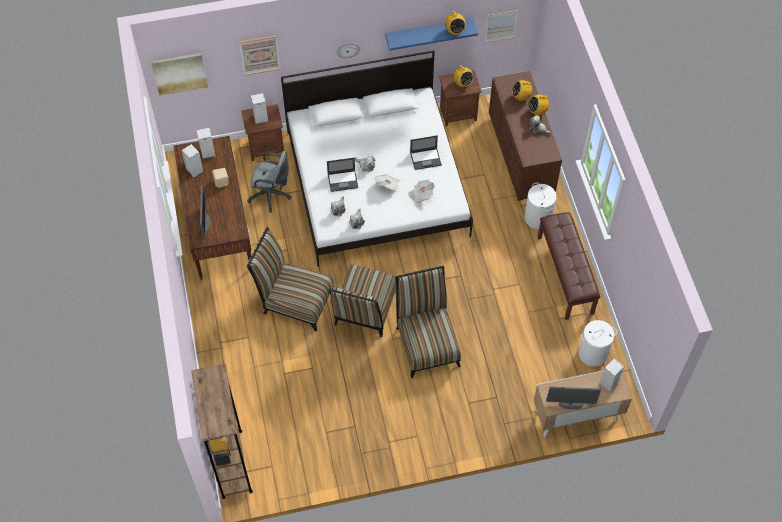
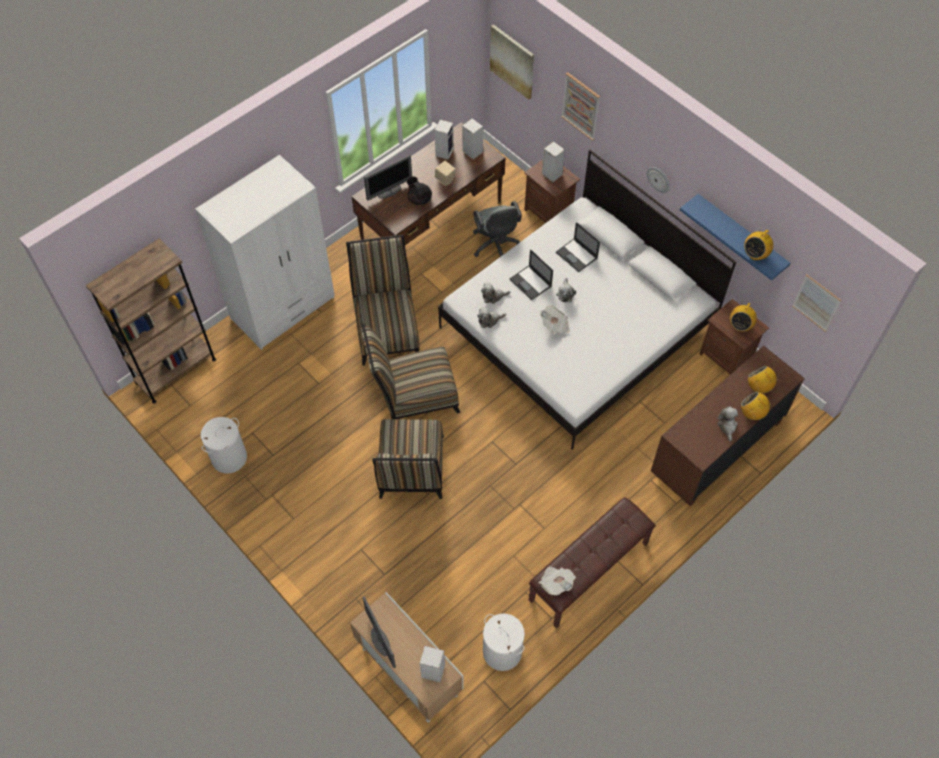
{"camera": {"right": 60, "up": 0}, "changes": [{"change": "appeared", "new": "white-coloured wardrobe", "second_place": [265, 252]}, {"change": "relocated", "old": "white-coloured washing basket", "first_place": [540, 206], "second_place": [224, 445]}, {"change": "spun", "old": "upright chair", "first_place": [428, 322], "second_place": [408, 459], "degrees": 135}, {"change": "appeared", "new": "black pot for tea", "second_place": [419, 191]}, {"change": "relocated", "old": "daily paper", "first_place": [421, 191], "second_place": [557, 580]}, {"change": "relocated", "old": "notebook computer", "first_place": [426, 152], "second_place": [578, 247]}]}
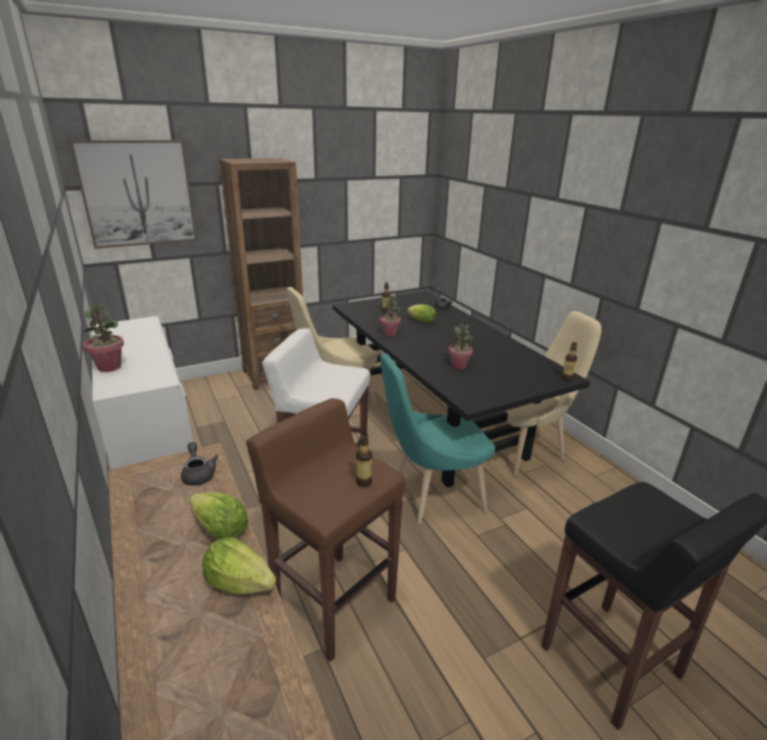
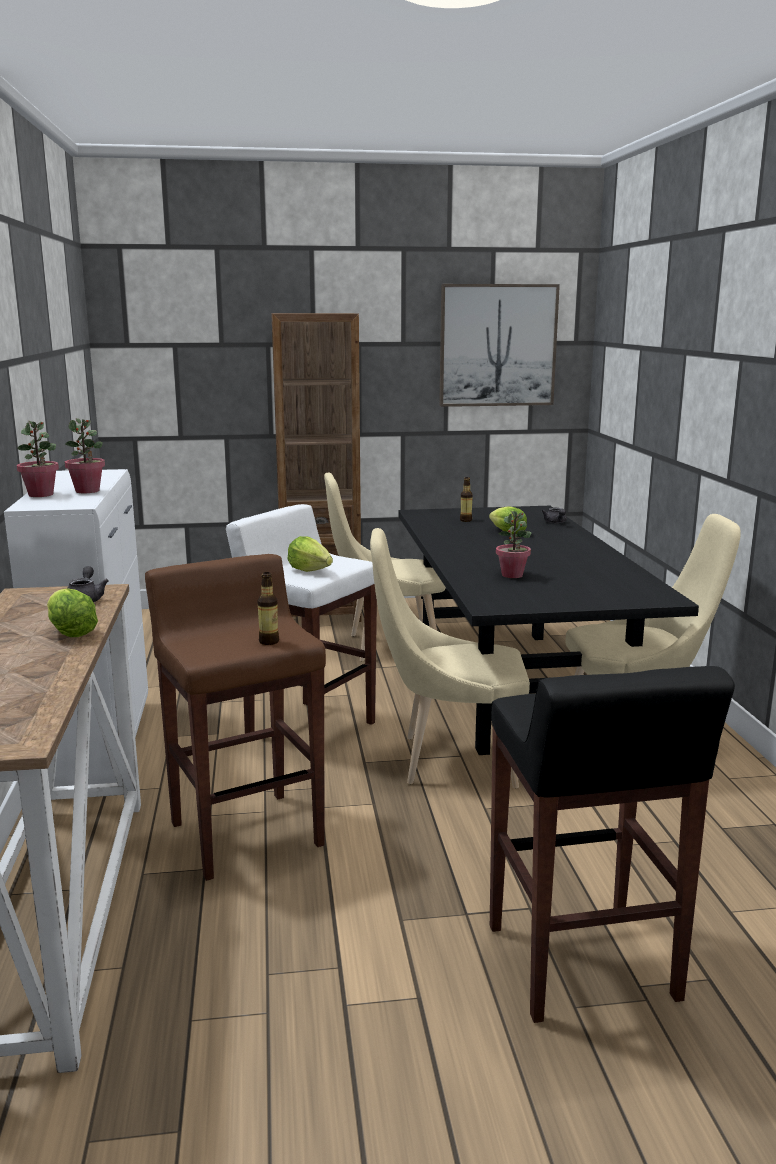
{"camera": {"right": 20, "up": -10}, "changes": [{"change": "relocated", "old": "plant in a pot", "first_place": [390, 316], "second_place": [84, 455]}, {"change": "relocated", "old": "lettuce head", "first_place": [239, 566], "second_place": [310, 554]}, {"change": "colour", "old": "turquoise upright chair", "new": "sand-coloured upright chair", "first_place": [437, 439], "second_place": [450, 658]}, {"change": "relocated", "old": "wall art", "first_place": [133, 194], "second_place": [499, 345]}, {"change": "missing", "old": "bottle", "first_place": [569, 361]}]}
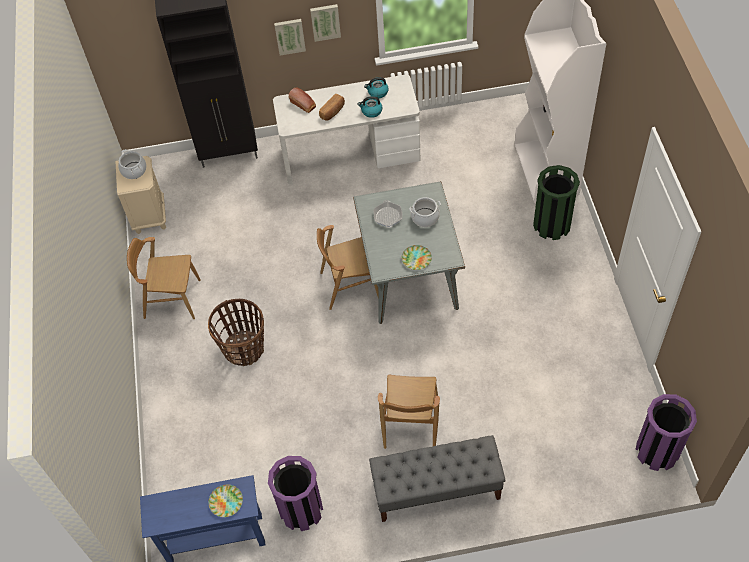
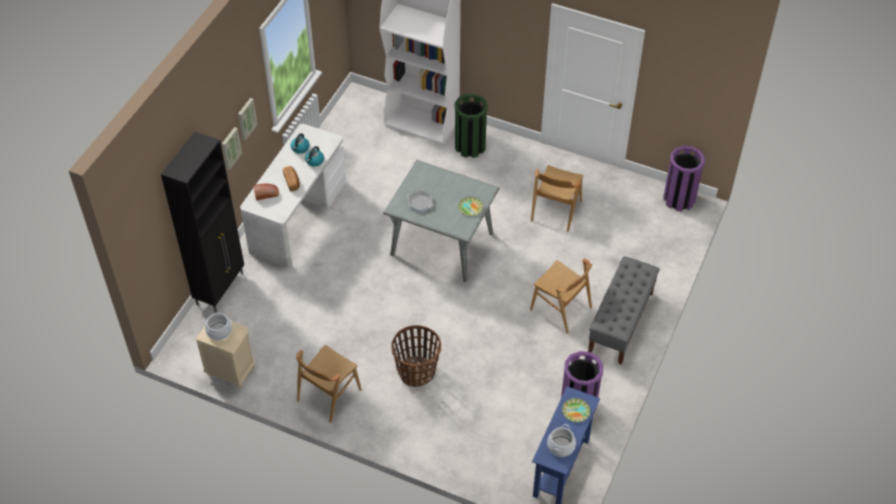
{"camera": {"right": -60, "up": -5}, "changes": [{"change": "relocated", "old": "brown-coloured upright chair", "first_place": [347, 267], "second_place": [557, 198]}, {"change": "relocated", "old": "cooking pot", "first_place": [425, 212], "second_place": [561, 440]}]}
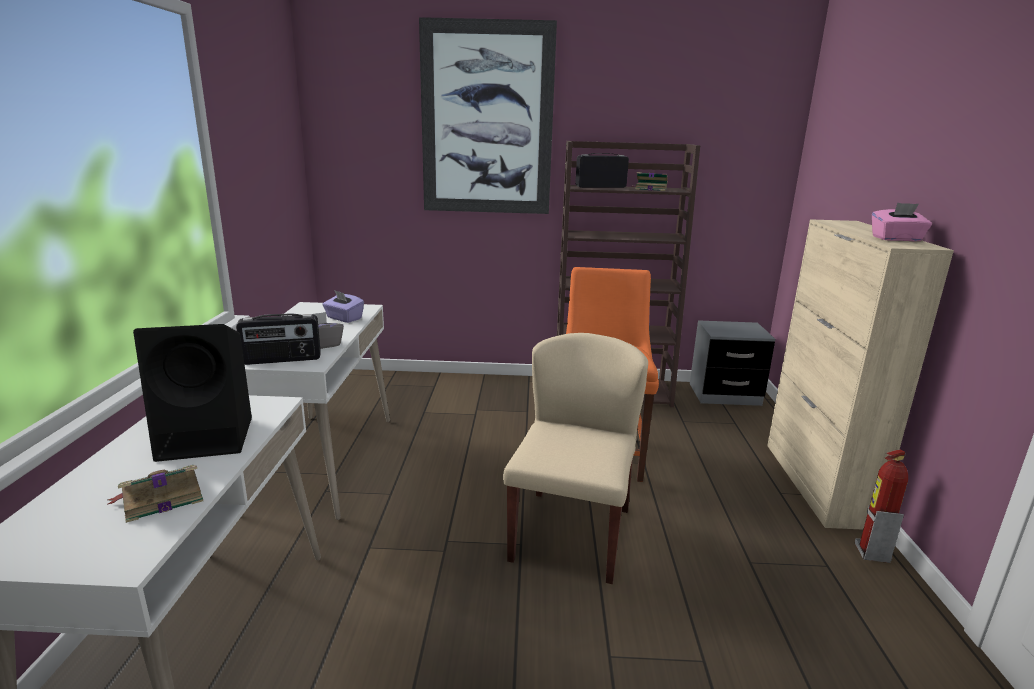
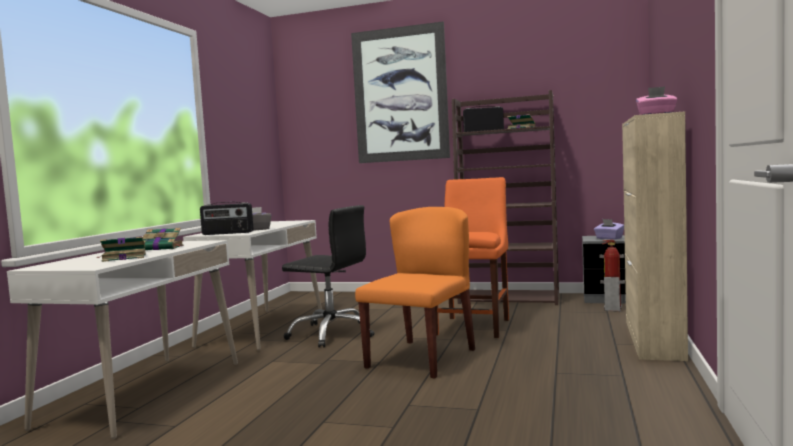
{"camera": {"right": 15, "up": -15}, "changes": [{"change": "exchanged", "old": "black loudspeaker", "new": "book", "first_place": [192, 393], "second_place": [163, 239]}, {"change": "appeared", "new": "black computer chair", "second_place": [328, 276]}, {"change": "colour", "old": "sand-coloured upright chair", "new": "orangey upright chair", "first_place": [575, 458], "second_place": [415, 293]}, {"change": "relocated", "old": "purplish tissue holder", "first_place": [343, 306], "second_place": [609, 229]}, {"change": "relocated", "old": "extinguisher", "first_place": [881, 506], "second_place": [612, 276]}]}
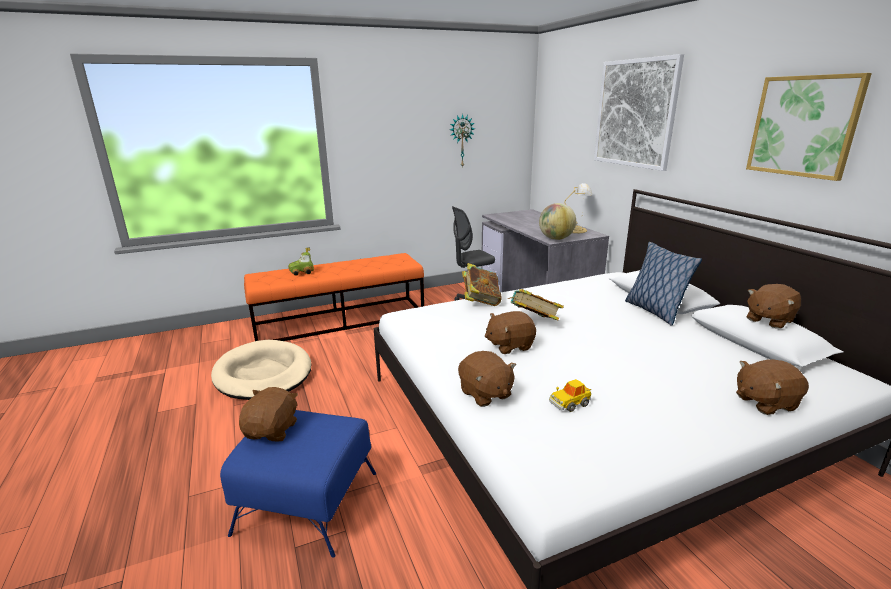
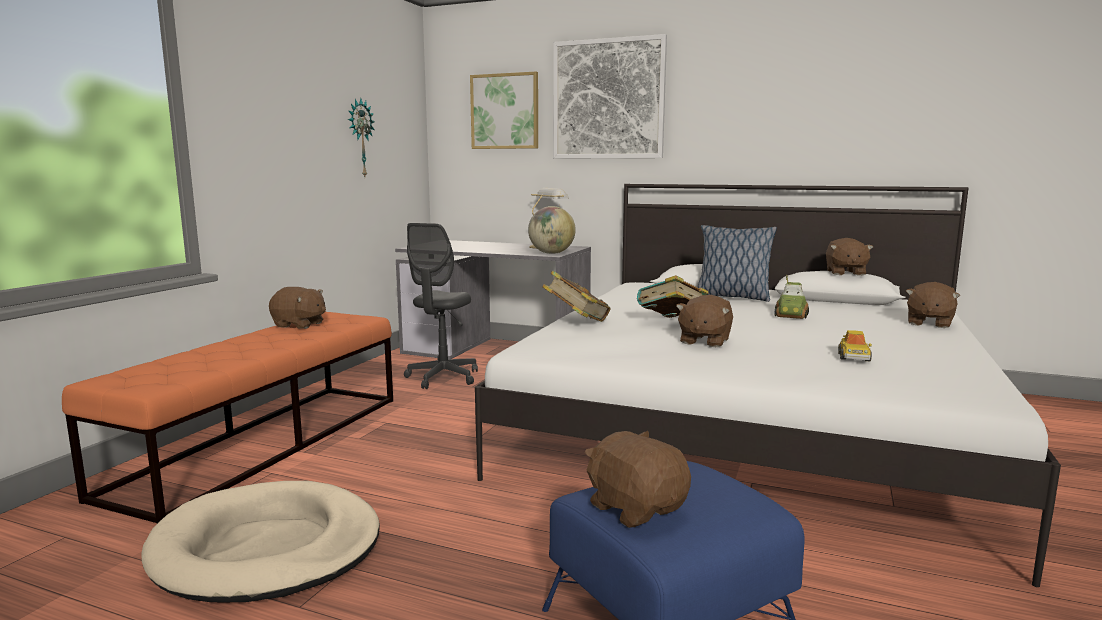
{"camera": {"right": -45, "up": -10}, "changes": [{"change": "relocated", "old": "brown-coloured soft toy", "first_place": [487, 379], "second_place": [297, 308]}, {"change": "relocated", "old": "wall art", "first_place": [809, 127], "second_place": [504, 110]}, {"change": "relocated", "old": "model car", "first_place": [301, 262], "second_place": [791, 297]}]}
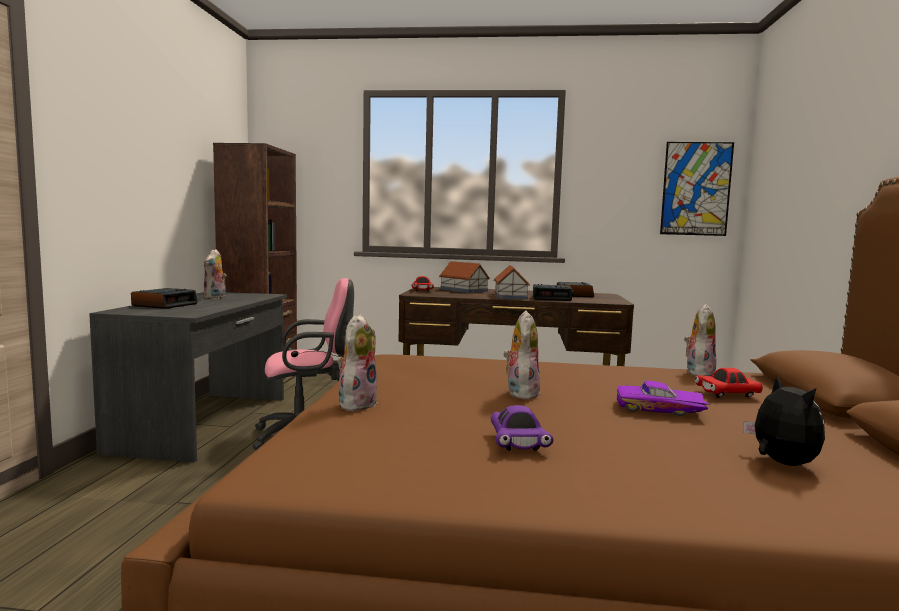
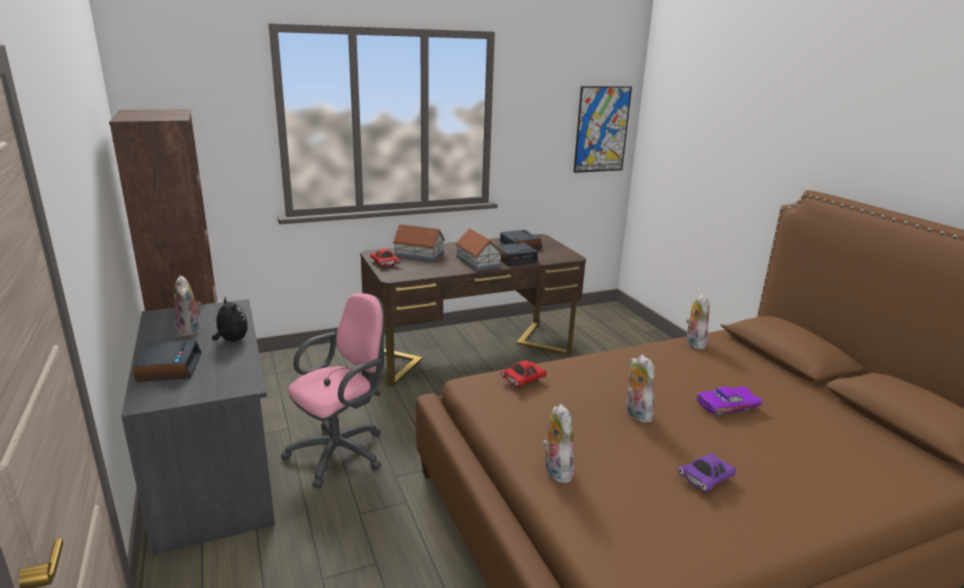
{"camera": {"right": -30, "up": 15}, "changes": [{"change": "relocated", "old": "soft toy", "first_place": [784, 421], "second_place": [230, 319]}, {"change": "relocated", "old": "red-coloured model car", "first_place": [729, 383], "second_place": [524, 373]}, {"change": "spun", "old": "purplish model car", "first_place": [522, 428], "second_place": [706, 472], "degrees": 90}]}
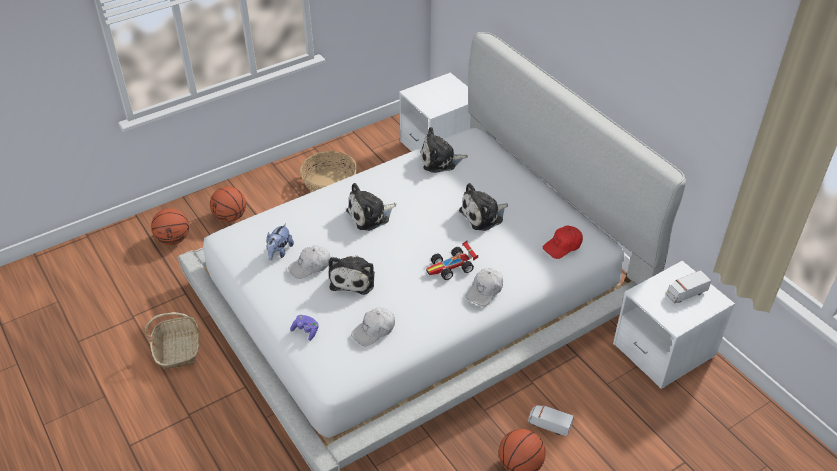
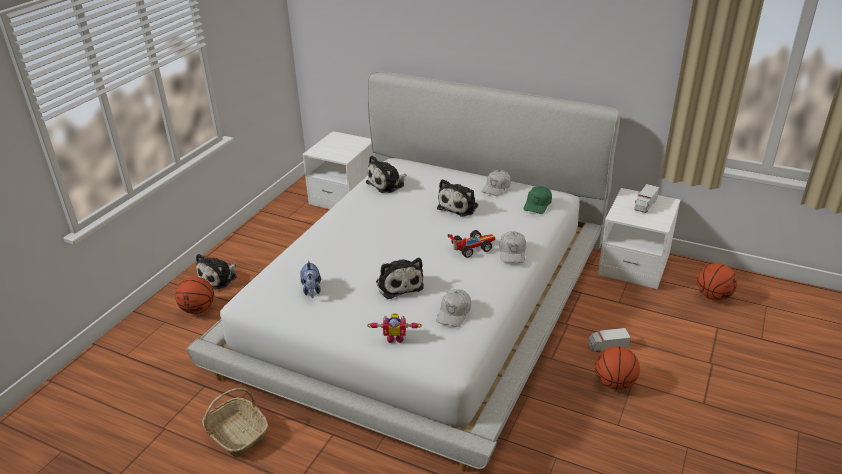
{"camera": {"right": -30, "up": -10}, "changes": [{"change": "relocated", "old": "soft toy", "first_place": [371, 207], "second_place": [216, 272]}, {"change": "exchanged", "old": "purplish joypad", "new": "robot figure", "first_place": [304, 328], "second_place": [394, 328]}, {"change": "spun", "old": "model car", "first_place": [452, 260], "second_place": [471, 244], "degrees": -150}, {"change": "relocated", "old": "white-coloured cap", "first_place": [309, 262], "second_place": [496, 183]}, {"change": "colour", "old": "red-coloured cap", "new": "green cap", "first_place": [563, 242], "second_place": [538, 200]}, {"change": "relocated", "old": "ball for basketball", "first_place": [170, 226], "second_place": [717, 282]}, {"change": "missing", "old": "storage basket", "first_place": [328, 171]}]}
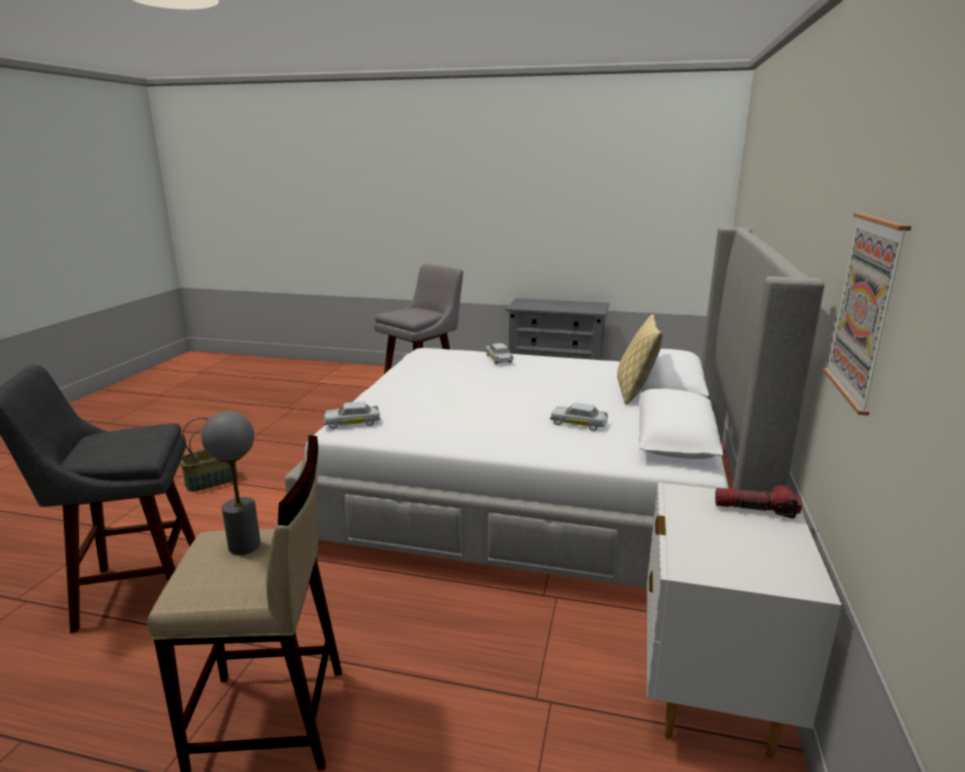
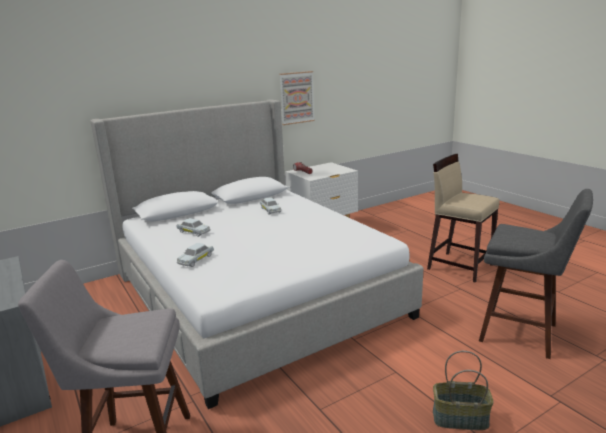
{"camera": {"right": -135, "up": 0}, "changes": [{"change": "relocated", "old": "white-coloured model car", "first_place": [352, 415], "second_place": [193, 227]}, {"change": "missing", "old": "greyish lamp for a table", "first_place": [231, 483]}, {"change": "missing", "old": "pillow", "first_place": [640, 359]}]}
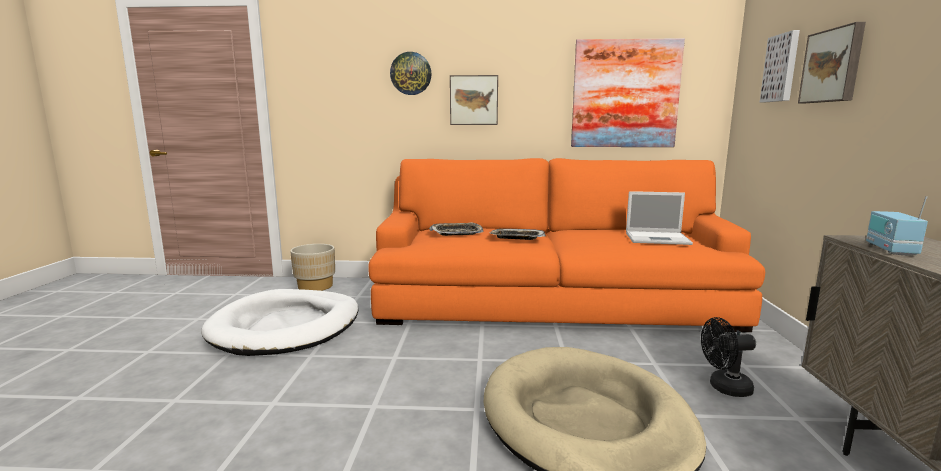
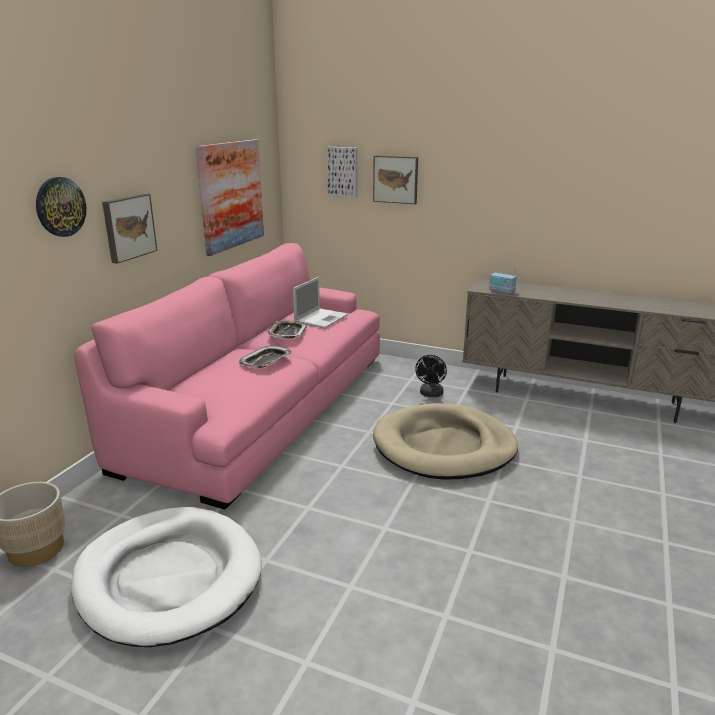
{"camera": {"right": -70, "up": 10}, "changes": [{"change": "colour", "old": "orangey sofa", "new": "pink sofa", "first_place": [566, 245], "second_place": [227, 376]}, {"change": "relocated", "old": "tray", "first_place": [456, 229], "second_place": [287, 329]}]}
